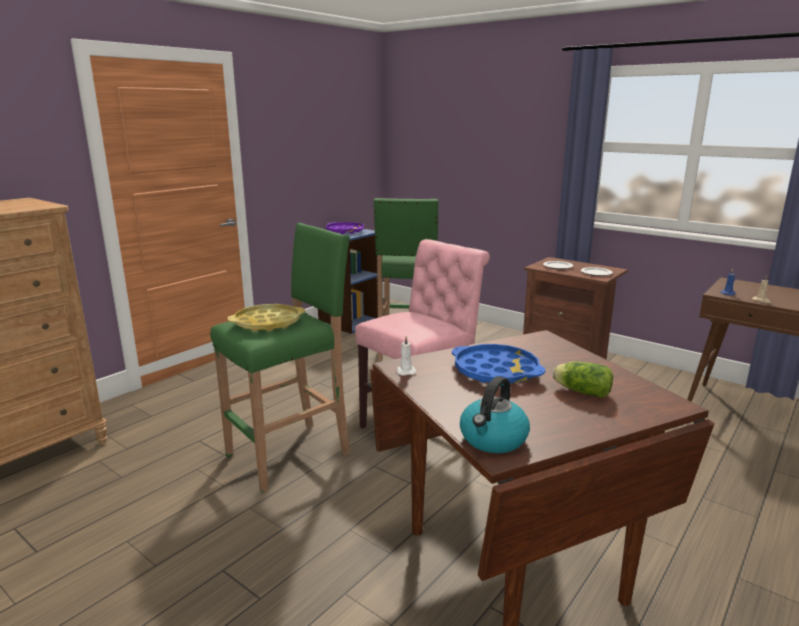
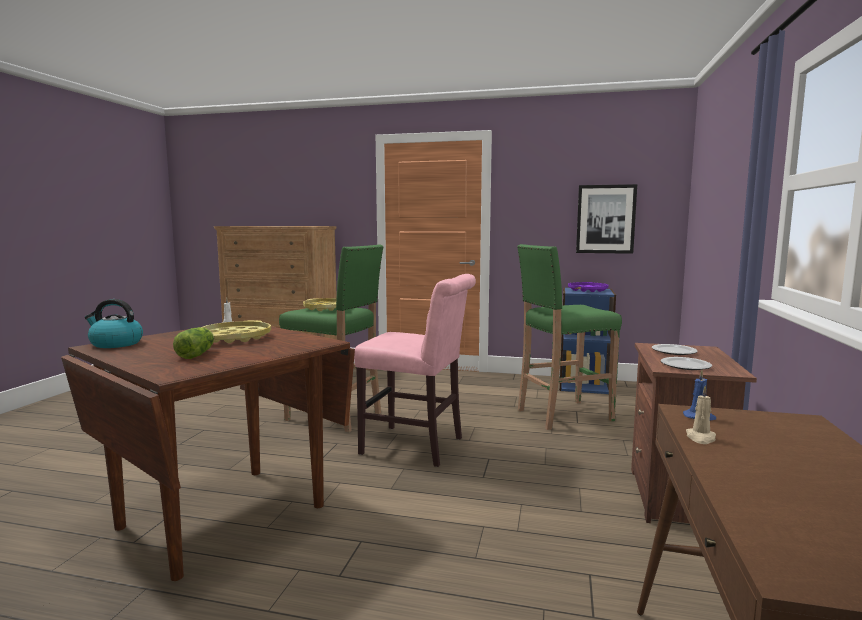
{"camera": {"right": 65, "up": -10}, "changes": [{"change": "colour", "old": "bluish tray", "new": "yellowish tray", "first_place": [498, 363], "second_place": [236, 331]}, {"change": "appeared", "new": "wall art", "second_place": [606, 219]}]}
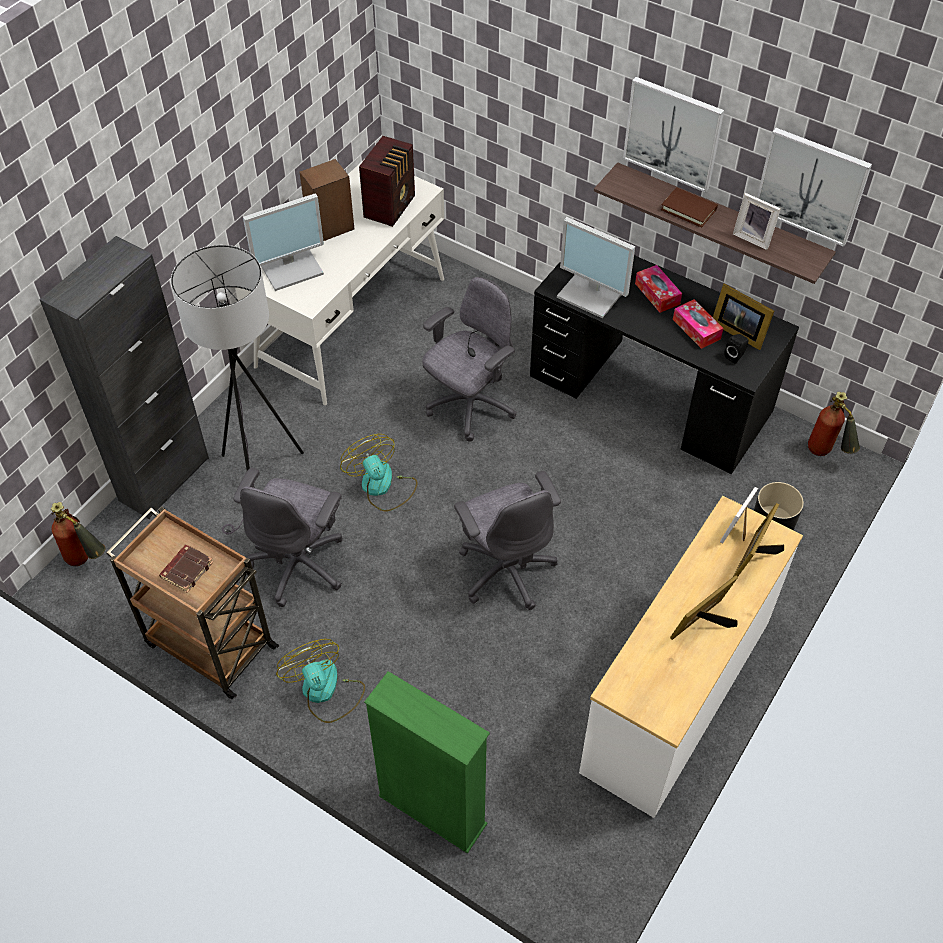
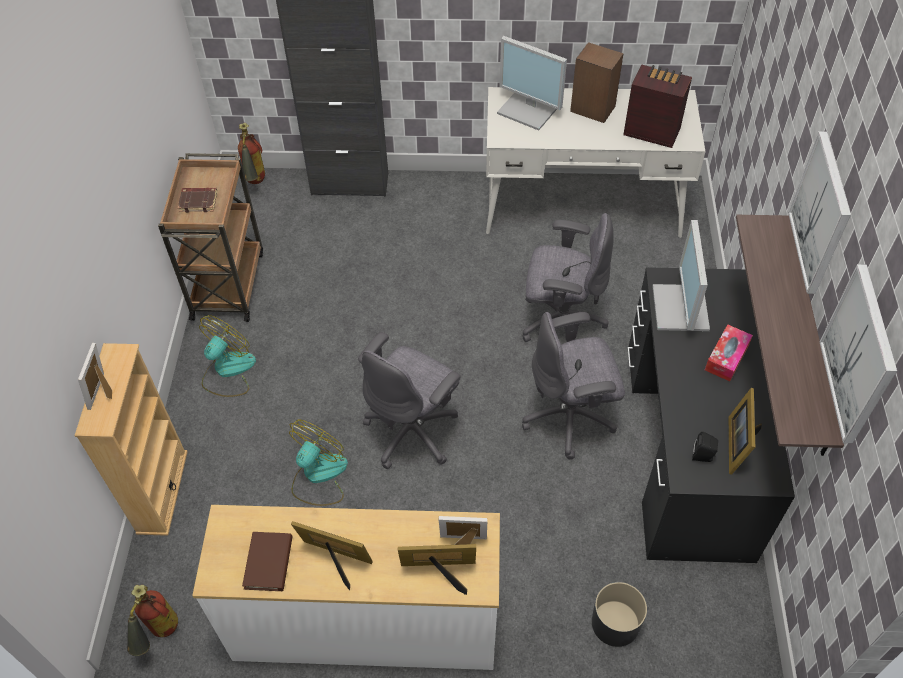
{"camera": {"right": 60, "up": 0}, "changes": [{"change": "colour", "old": "green bookshelf", "new": "sand-coloured bookshelf", "first_place": [427, 762], "second_place": [131, 439]}, {"change": "relocated", "old": "standing frame", "first_place": [757, 221], "second_place": [95, 376]}, {"change": "relocated", "old": "extinguisher", "first_place": [834, 424], "second_place": [152, 620]}, {"change": "relocated", "old": "brown-coloured book", "first_place": [689, 207], "second_place": [267, 561]}, {"change": "relocated", "old": "electric fan", "first_place": [379, 472], "second_place": [318, 462]}, {"change": "relocated", "old": "greyish computer chair", "first_place": [288, 537], "second_place": [573, 386]}, {"change": "spun", "old": "radio set", "first_place": [387, 181], "second_place": [657, 106], "degrees": -150}, {"change": "missing", "old": "greyish floor lamp", "first_place": [237, 389]}, {"change": "missing", "old": "tissue holder", "first_place": [698, 324]}]}
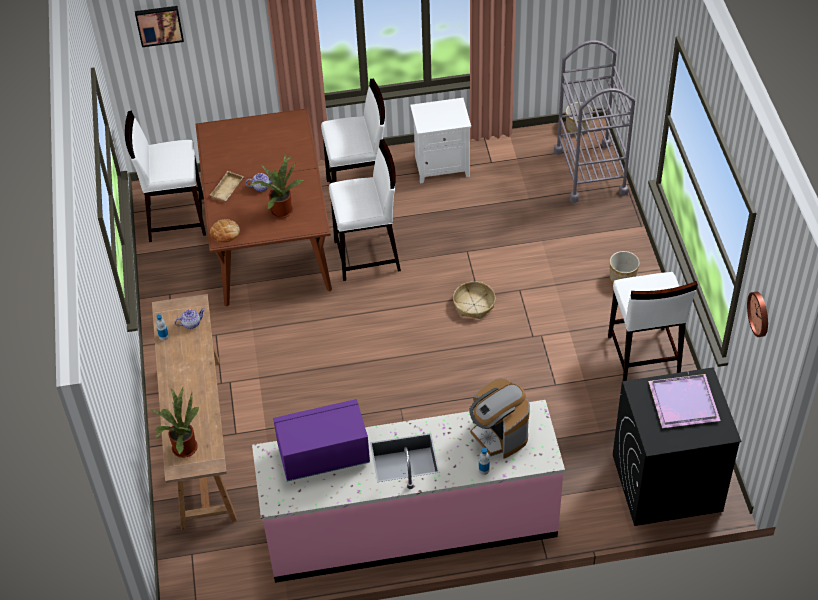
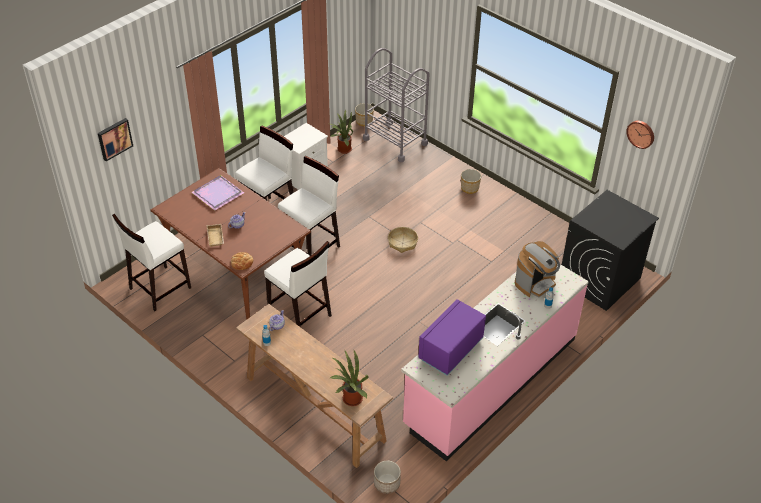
{"camera": {"right": -40, "up": -5}, "changes": [{"change": "relocated", "old": "purplish tray", "first_place": [684, 401], "second_place": [217, 193]}, {"change": "relocated", "old": "white-coloured stool", "first_place": [653, 326], "second_place": [298, 284]}, {"change": "relocated", "old": "plant in a pot", "first_place": [277, 186], "second_place": [341, 132]}, {"change": "appeared", "new": "planter", "second_place": [387, 477]}, {"change": "spun", "old": "coffee brewer", "first_place": [499, 418], "second_place": [537, 269], "degrees": -60}]}
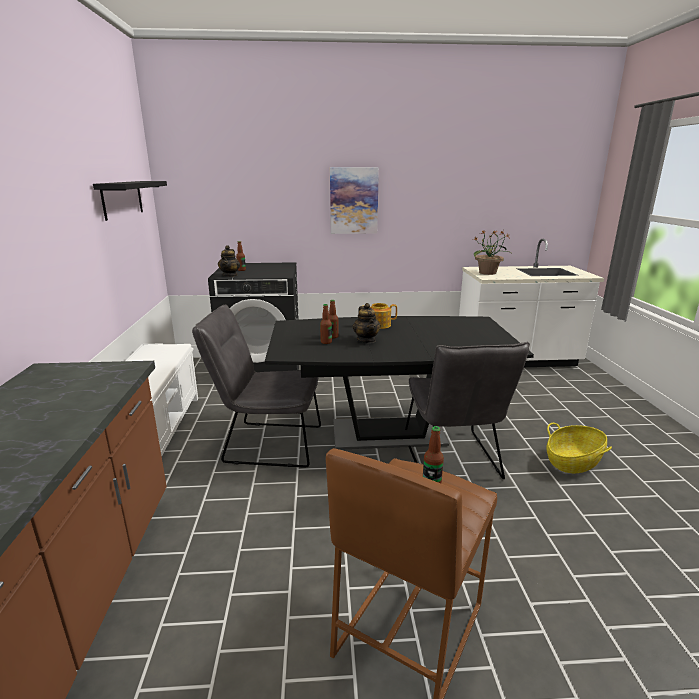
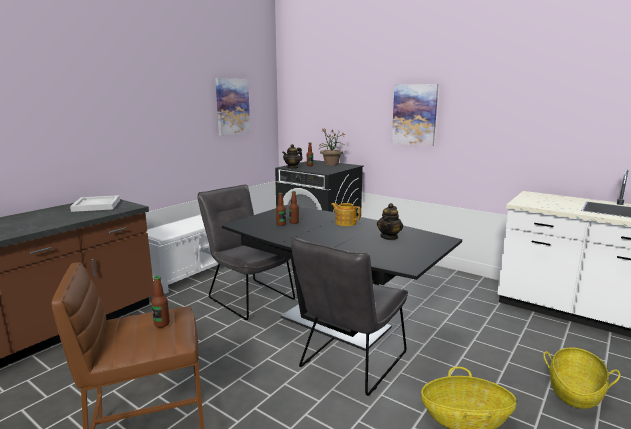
{"camera": {"right": 40, "up": -5}, "changes": [{"change": "appeared", "new": "white-coloured tray", "second_place": [95, 203]}, {"change": "exchanged", "old": "black wall shelf", "new": "wall art", "first_place": [130, 201], "second_place": [232, 107]}, {"change": "relocated", "old": "plant in a pot", "first_place": [492, 252], "second_place": [333, 147]}, {"change": "relocated", "old": "pot for tea", "first_place": [367, 323], "second_place": [390, 221]}, {"change": "appeared", "new": "storage basket", "second_place": [581, 378]}]}
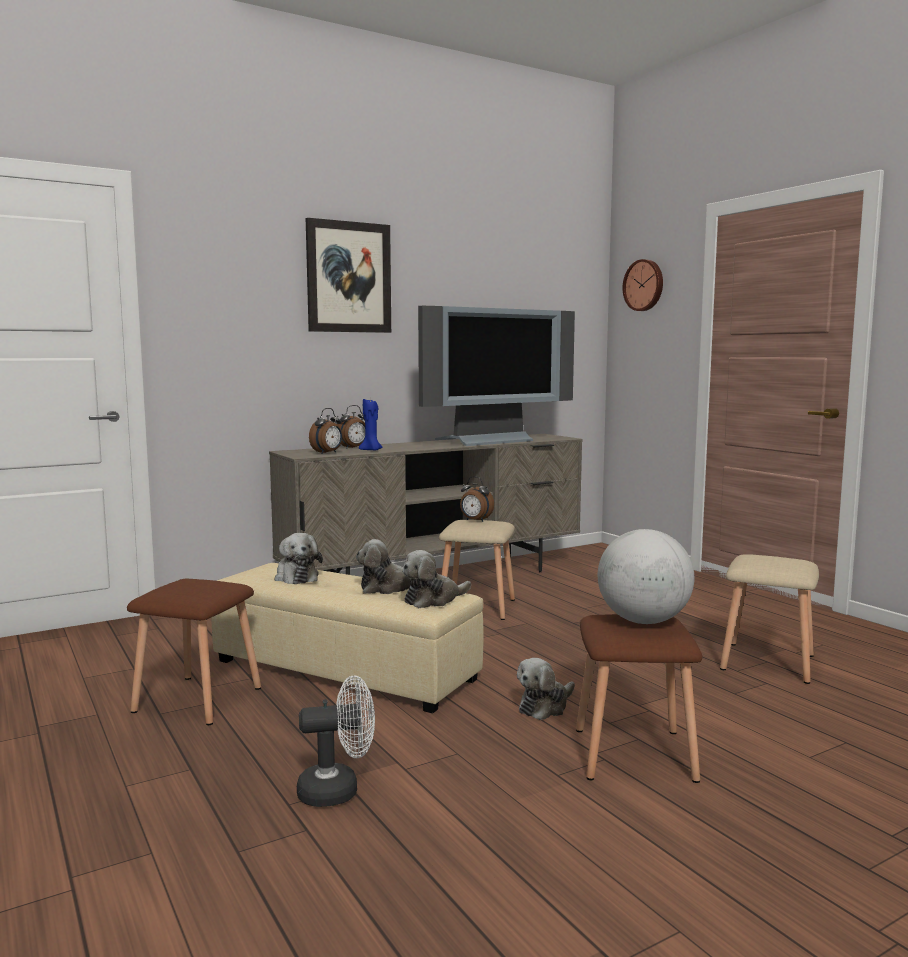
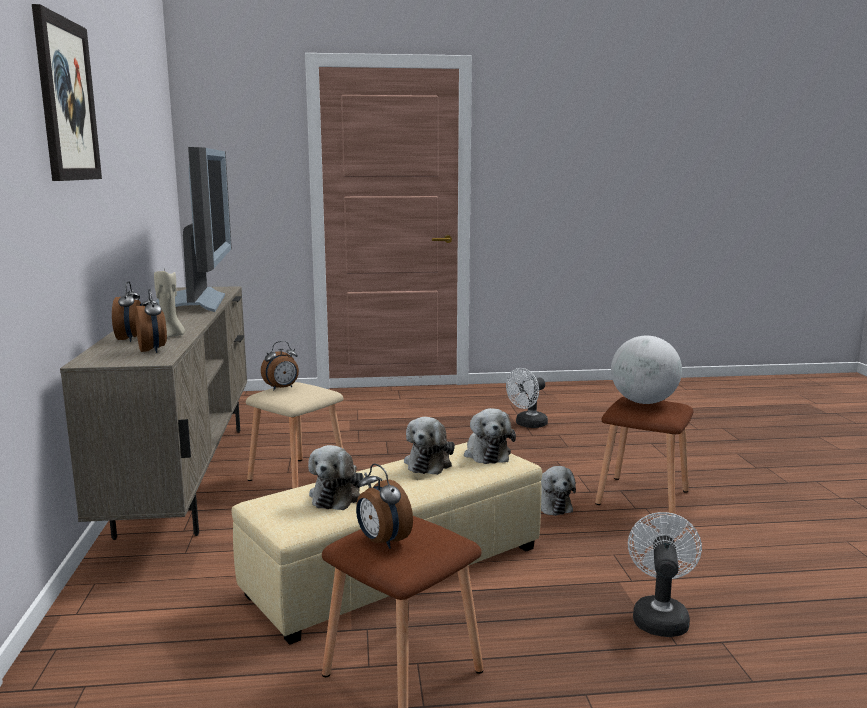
{"camera": {"right": -65, "up": 5}, "changes": [{"change": "colour", "old": "bluish wax candle", "new": "sand-coloured wax candle", "first_place": [371, 424], "second_place": [169, 303]}, {"change": "spun", "old": "soft toy", "first_place": [299, 558], "second_place": [336, 477], "degrees": 105}, {"change": "appeared", "new": "alarm clock", "second_place": [384, 506]}, {"change": "exchanged", "old": "sand-coloured stool", "new": "white-coloured electric fan", "first_place": [769, 619], "second_place": [527, 398]}, {"change": "missing", "old": "hanging clock", "first_place": [643, 285]}]}
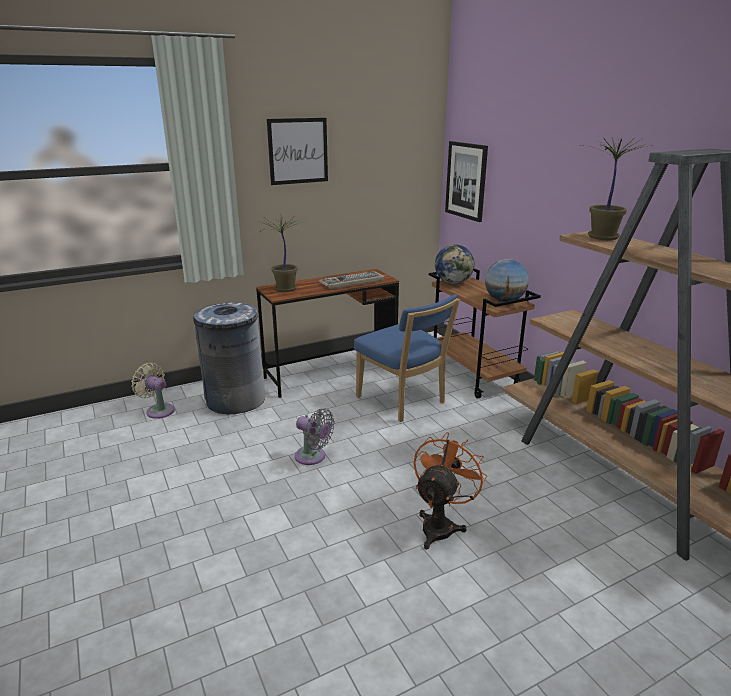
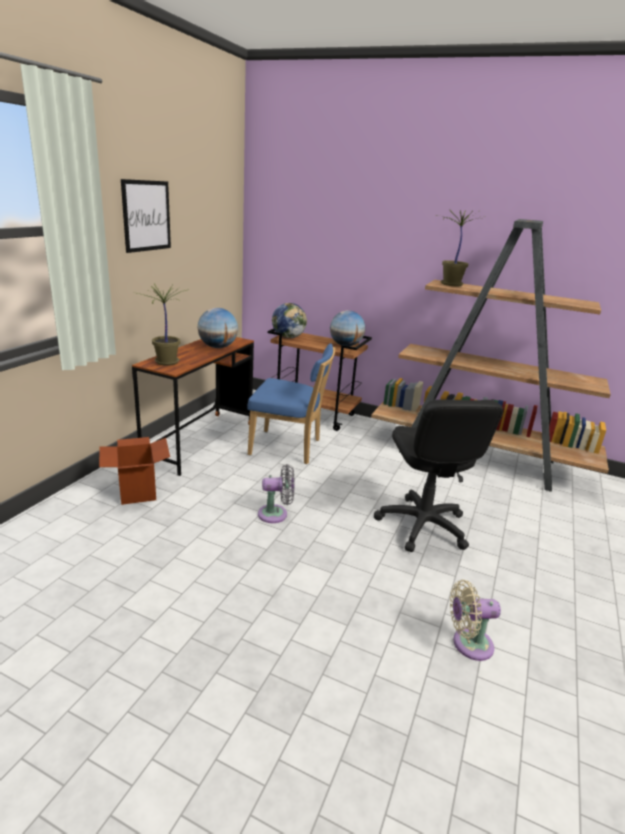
{"camera": {"right": -40, "up": 0}, "changes": [{"change": "exchanged", "old": "greyish trash can", "new": "carton", "first_place": [229, 358], "second_place": [134, 471]}, {"change": "exchanged", "old": "computer keyboard", "new": "desk globe", "first_place": [352, 280], "second_place": [218, 328]}, {"change": "exchanged", "old": "orangey electric fan", "new": "black computer chair", "first_place": [450, 490], "second_place": [438, 475]}, {"change": "relocated", "old": "sand-coloured electric fan", "first_place": [153, 391], "second_place": [475, 620]}, {"change": "missing", "old": "wall art", "first_place": [466, 181]}]}
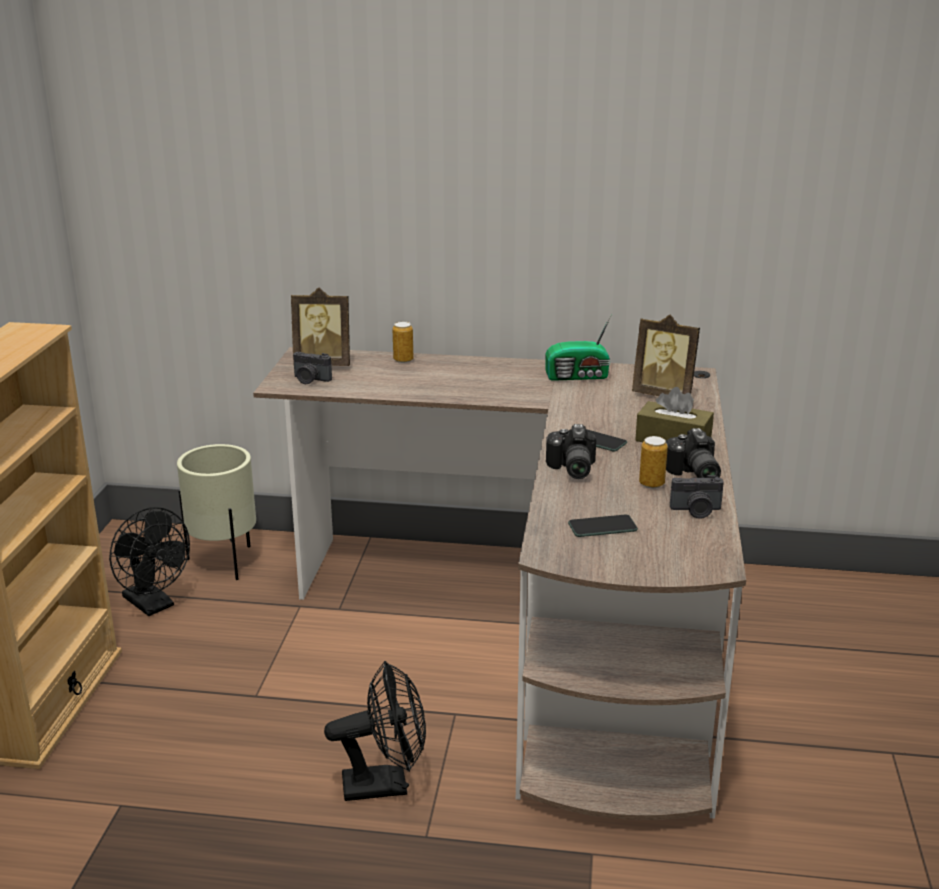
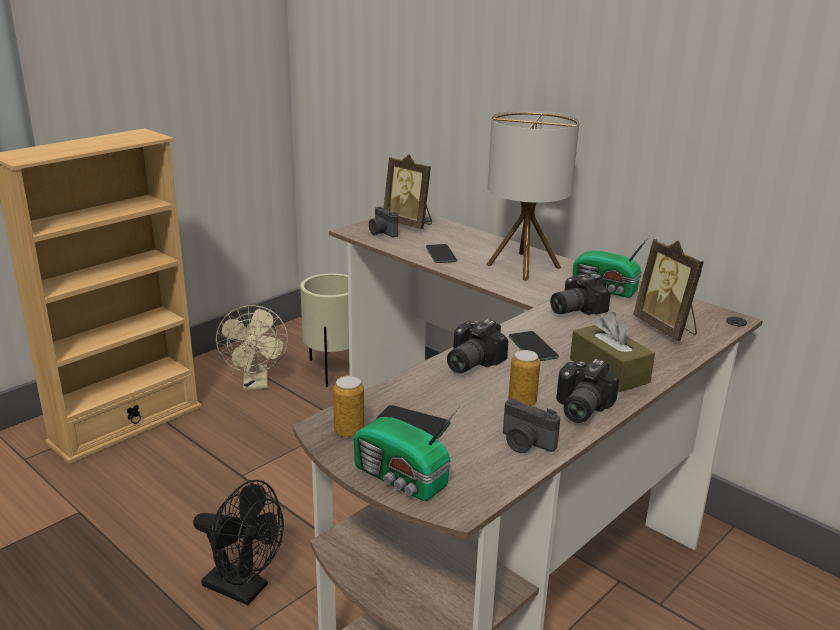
{"camera": {"right": 35, "up": 0}, "changes": [{"change": "colour", "old": "black electric fan", "new": "sand-coloured electric fan", "first_place": [149, 561], "second_place": [252, 347]}, {"change": "relocated", "old": "can", "first_place": [403, 342], "second_place": [348, 407]}, {"change": "appeared", "new": "radio set", "second_place": [406, 453]}, {"change": "appeared", "new": "telephone", "second_place": [441, 253]}, {"change": "appeared", "new": "lamp for a table", "second_place": [532, 195]}, {"change": "appeared", "new": "photo camera", "second_place": [580, 294]}]}
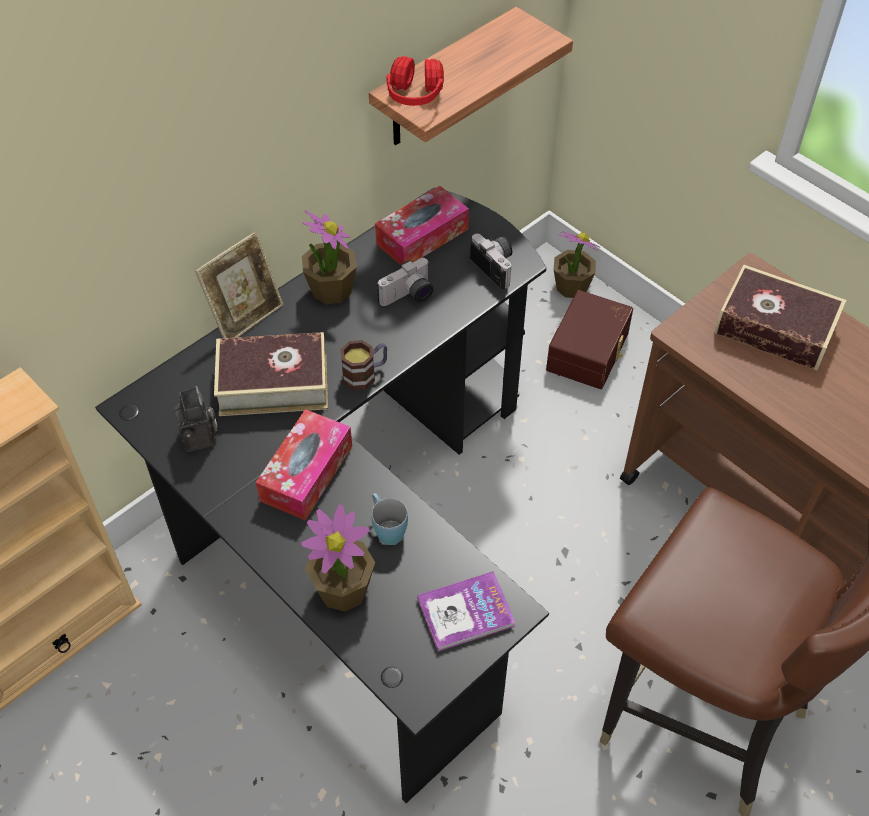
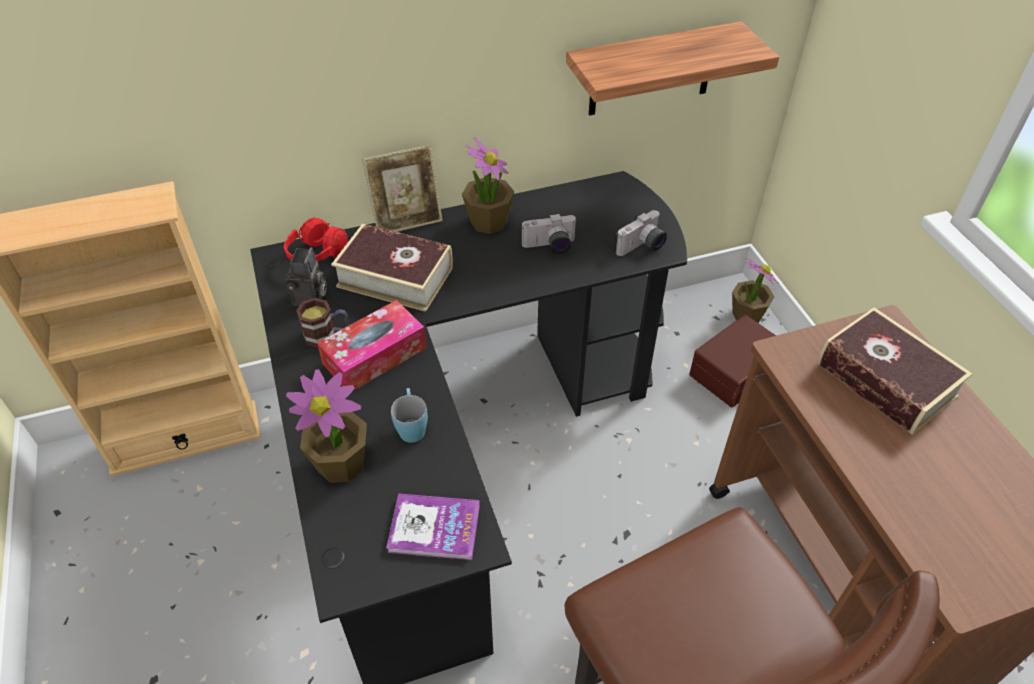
{"camera": {"right": 25, "up": -5}, "changes": [{"change": "relocated", "old": "red-coloured pair of headphones", "first_place": [415, 81], "second_place": [316, 240]}, {"change": "relocated", "old": "mug", "first_place": [363, 365], "second_place": [322, 323]}, {"change": "spun", "old": "photo camera", "first_place": [491, 261], "second_place": [640, 233], "degrees": 60}, {"change": "missing", "old": "tissue holder", "first_place": [422, 225]}]}
